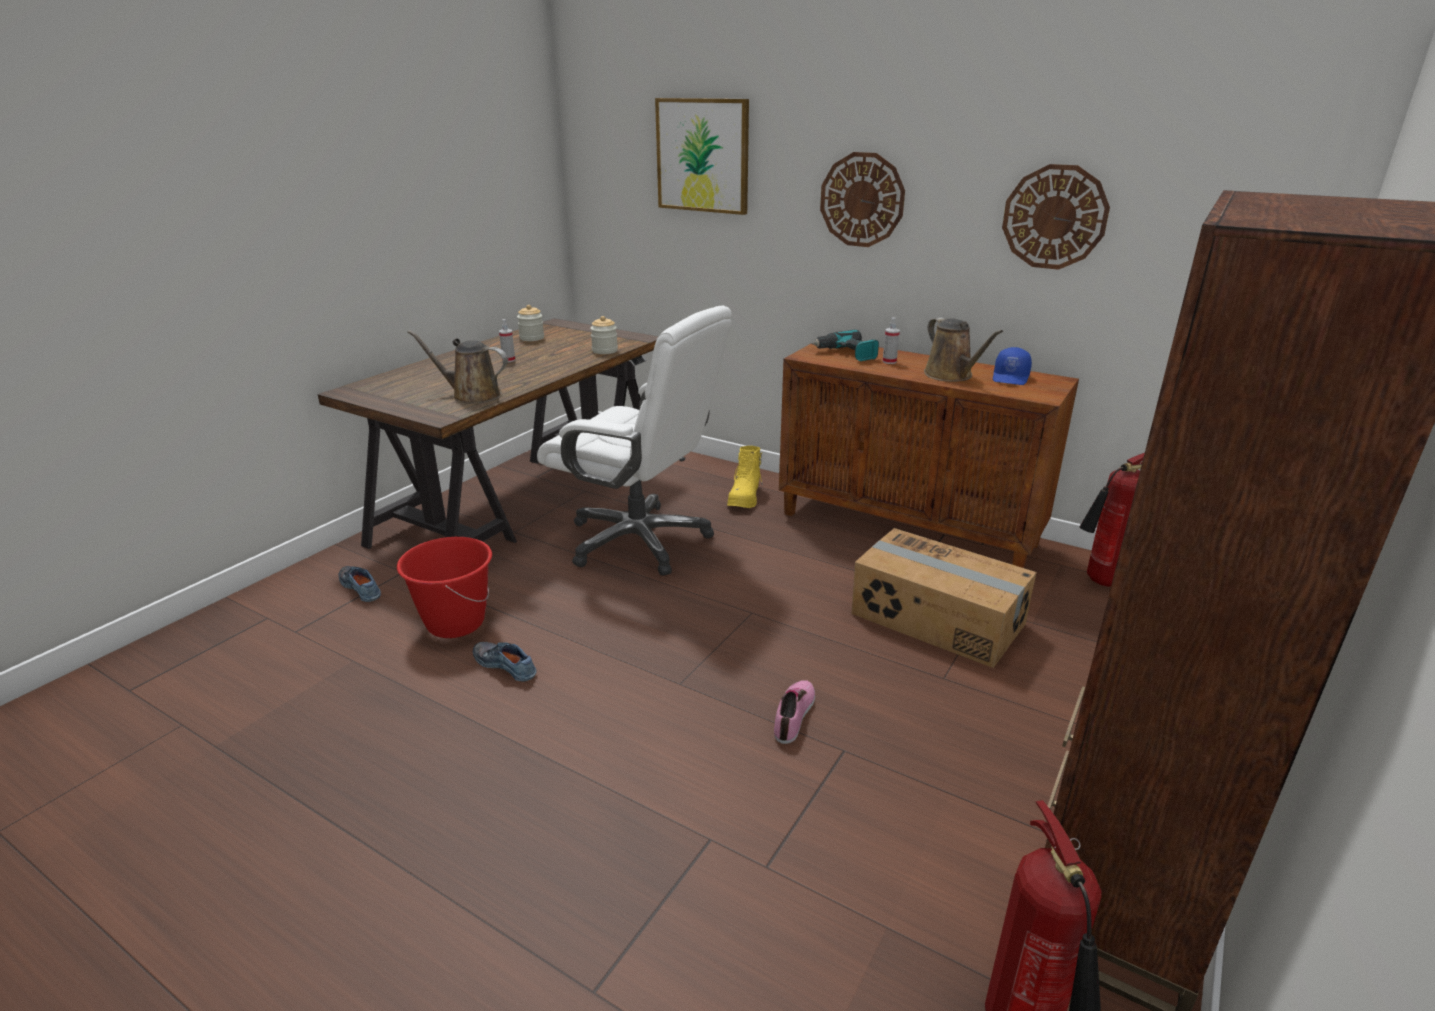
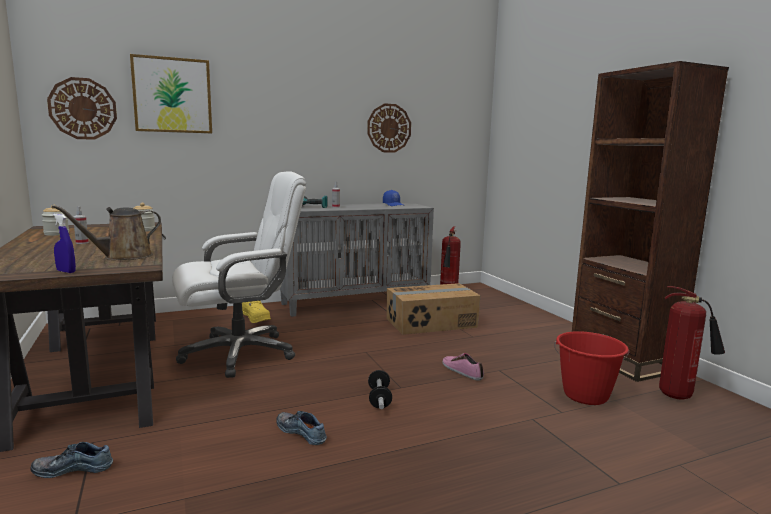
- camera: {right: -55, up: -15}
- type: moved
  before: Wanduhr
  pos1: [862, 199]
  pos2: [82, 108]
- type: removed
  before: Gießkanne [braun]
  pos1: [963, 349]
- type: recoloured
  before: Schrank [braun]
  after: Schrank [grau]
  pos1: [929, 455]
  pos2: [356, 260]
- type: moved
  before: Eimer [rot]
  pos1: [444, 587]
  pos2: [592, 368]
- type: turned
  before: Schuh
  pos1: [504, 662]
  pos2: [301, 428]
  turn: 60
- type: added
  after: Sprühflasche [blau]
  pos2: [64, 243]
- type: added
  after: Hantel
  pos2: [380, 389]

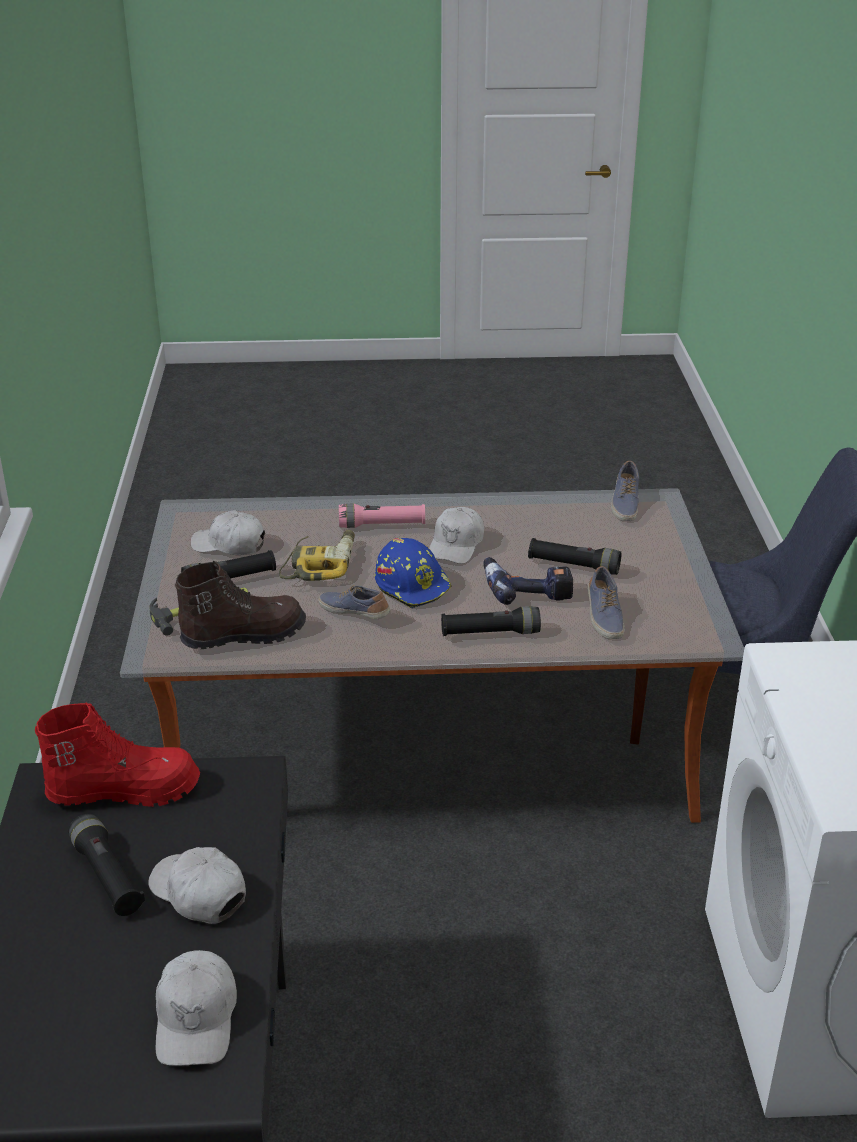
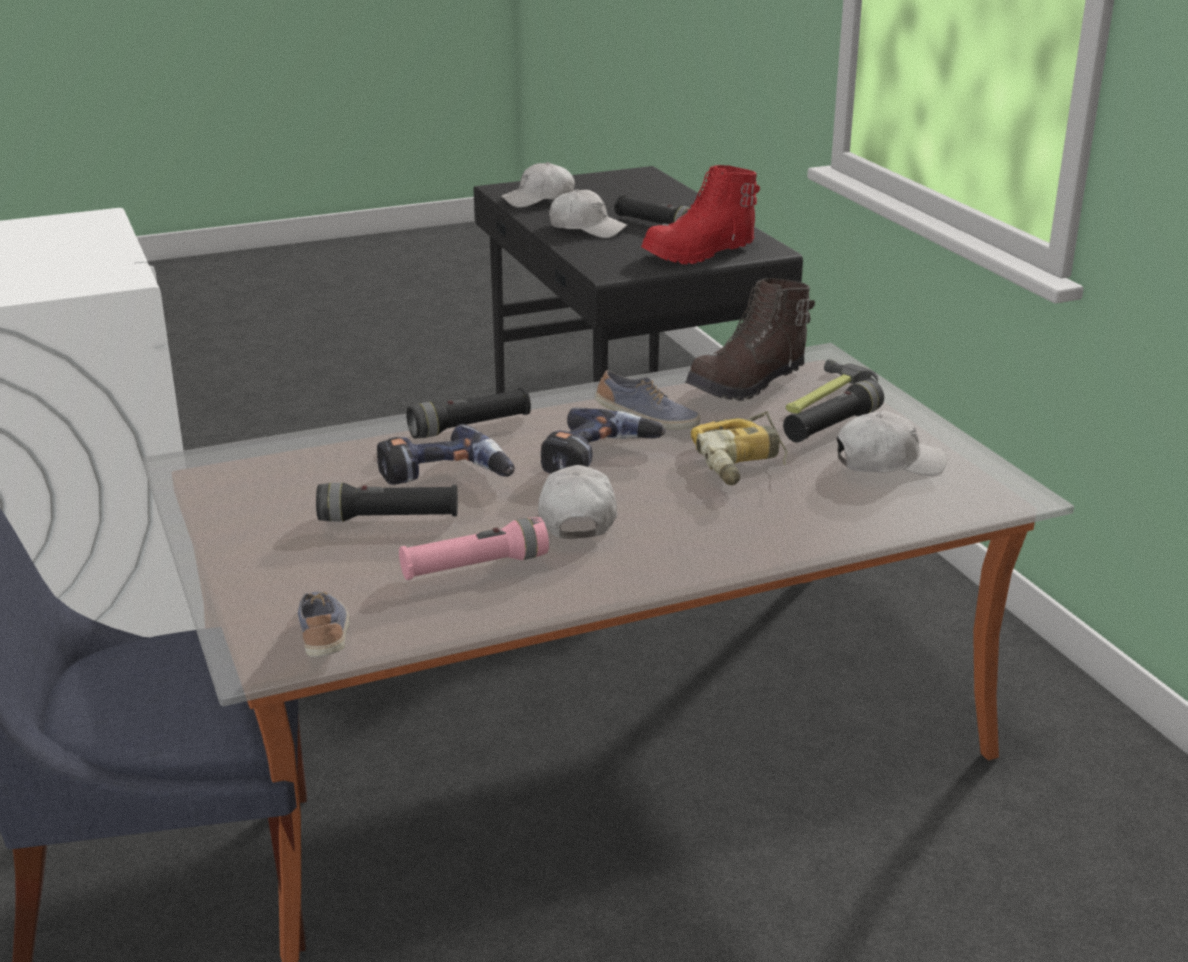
- camera: {right: 160, up: -5}
- type: moved
  before: Taschenlampe [rosa]
  pos1: [382, 516]
  pos2: [474, 548]
- type: replaced
  before: Schutzhelm [blau]
  after: Bohrmaschine
  pos1: [413, 573]
  pos2: [603, 441]
- type: removed
  before: Schuh
  pos1: [606, 602]
- type: turned
  before: Kappe [weiß]
  pos1: [196, 1008]
  pos2: [538, 185]
  turn: -90

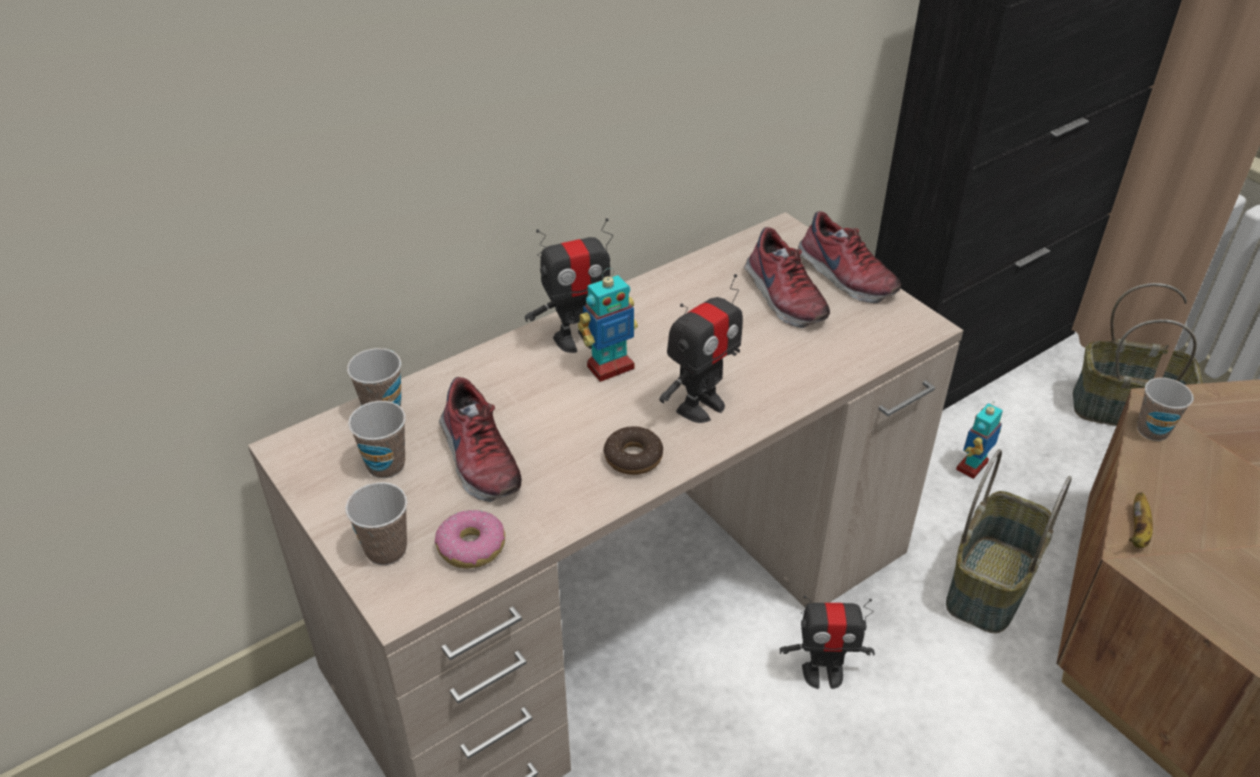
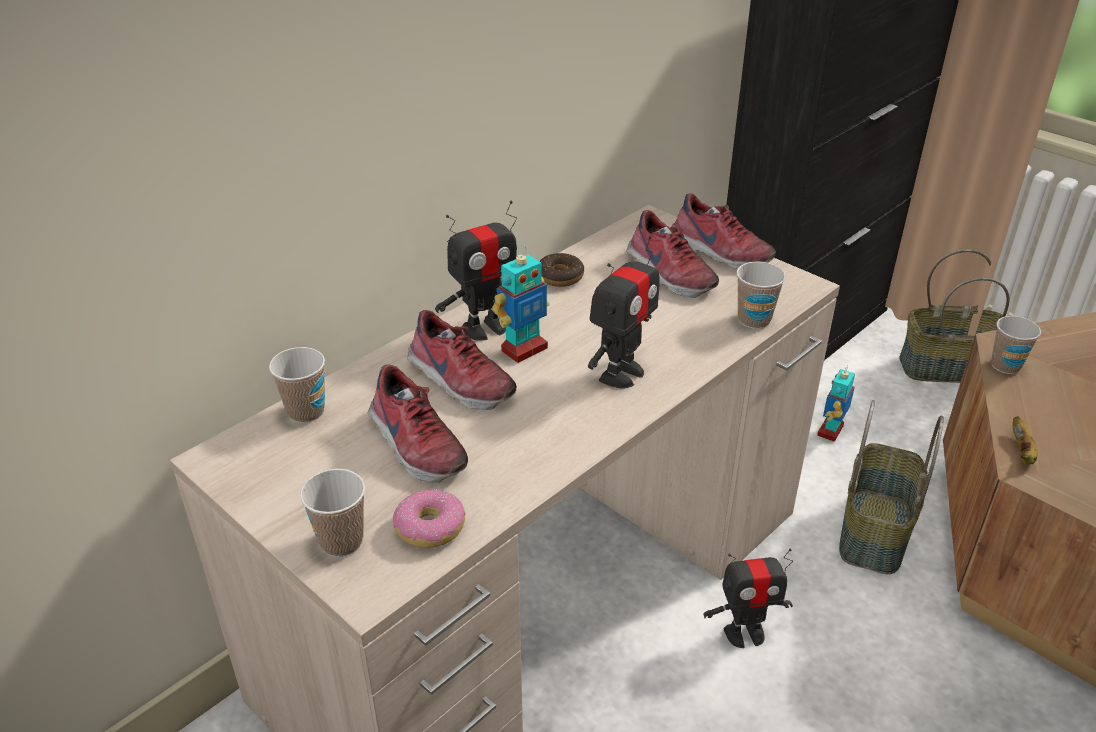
- camera: {right: -10, up: -5}
- type: moved
  before: Tasse
  pos1: [377, 439]
  pos2: [761, 295]
- type: moved
  before: Donut
  pos1: [633, 450]
  pos2: [562, 270]
- type: added
  after: Schuh
  pos2: [462, 360]

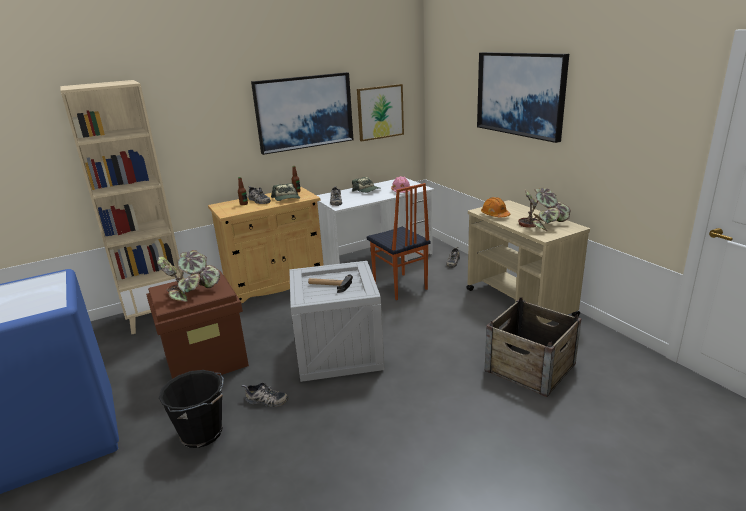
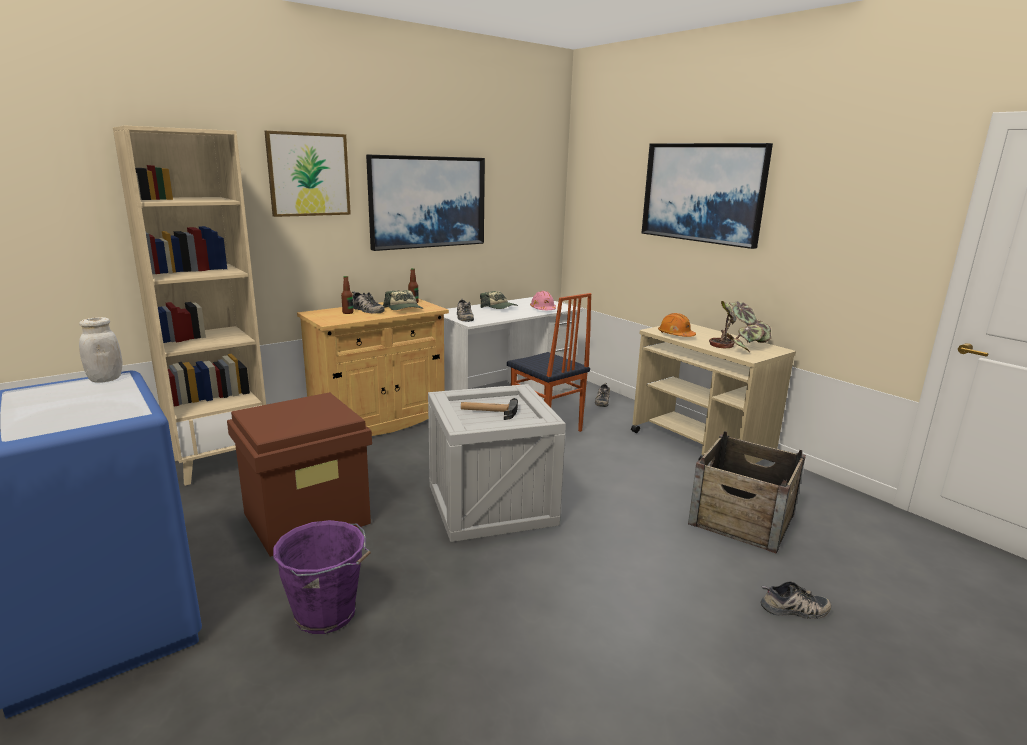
- camera: {right: -10, up: -5}
- type: moved
  before: Bild
  pos1: [380, 113]
  pos2: [308, 174]
- type: removed
  before: Topfpflanze
  pos1: [188, 276]
- type: recoloured
  before: Eimer [schwarz]
  after: Eimer [lila]
  pos1: [191, 409]
  pos2: [322, 577]
- type: moved
  before: Schuh
  pos1: [265, 394]
  pos2: [796, 600]
- type: added
  after: Vorratsglas [weiß]
  pos2: [101, 350]

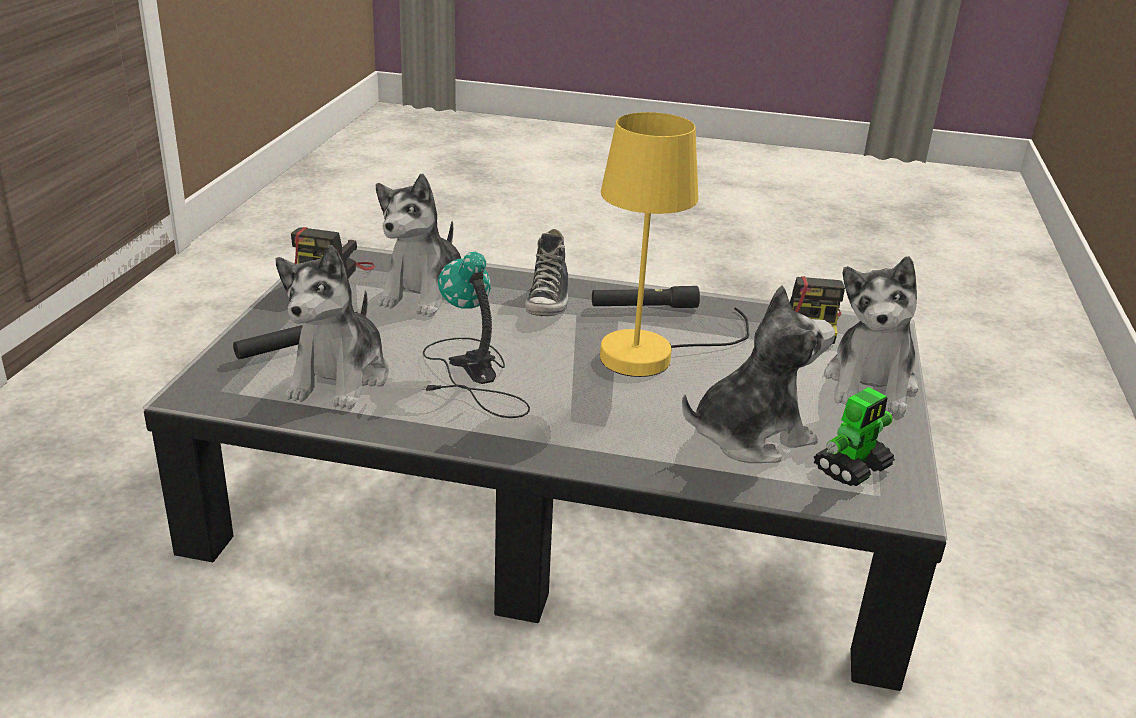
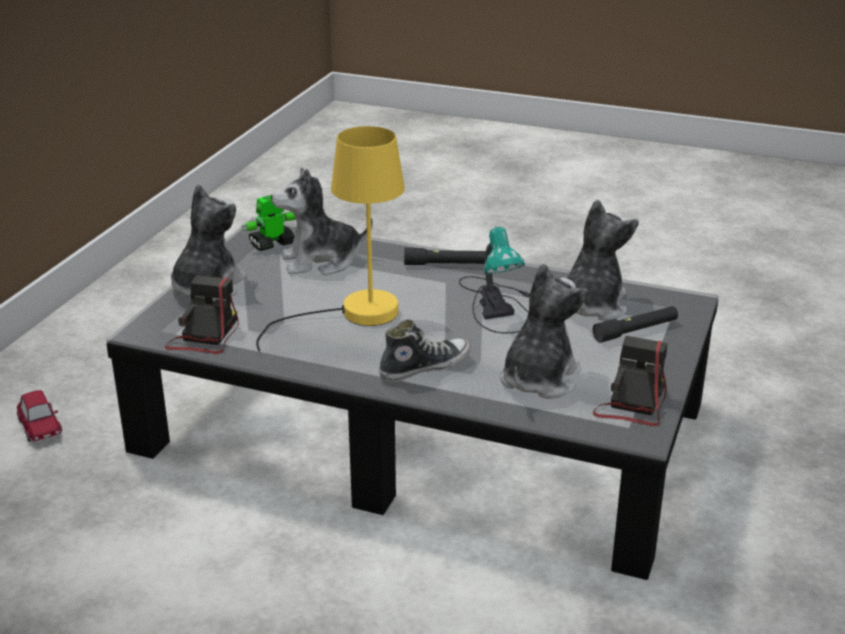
- camera: {right: -170, up: 0}
- type: turned
  before: Schuh
  pos1: [547, 273]
  pos2: [425, 350]
  turn: 45
- type: moved
  before: Taschenlampe [schwarz]
  pos1: [646, 297]
  pos2: [444, 256]
- type: added
  after: Spielzeugauto
  pos2: [39, 416]

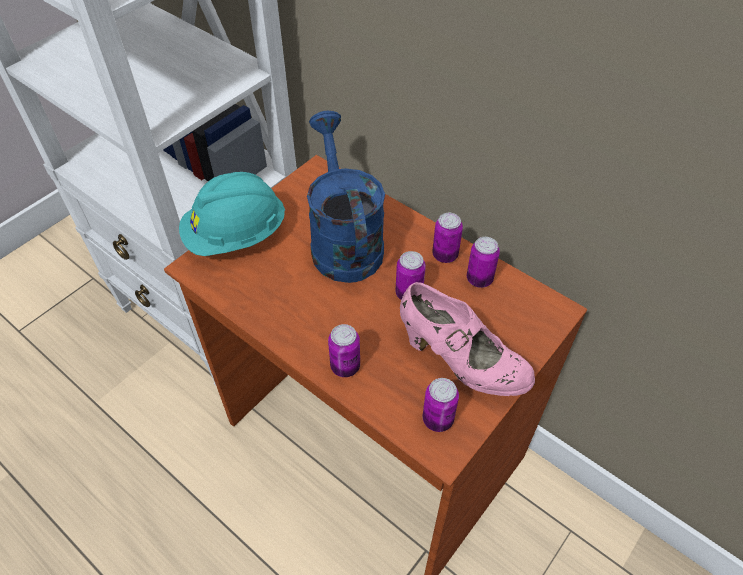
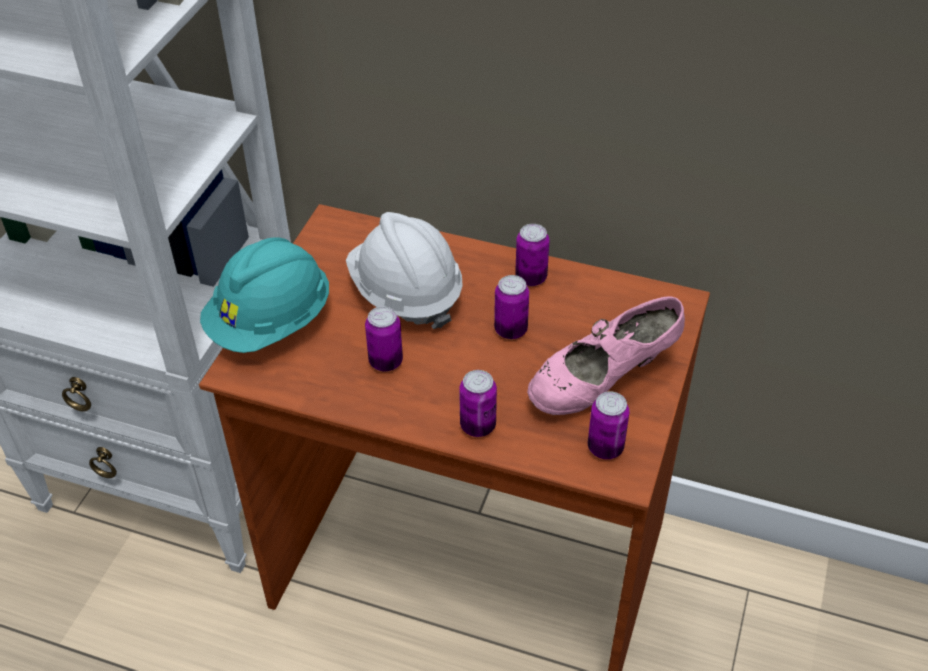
- camera: {right: -20, up: -5}
- type: replaced
  before: Gießkanne [blau]
  after: Schutzhelm [weiß]
  pos1: [346, 197]
  pos2: [404, 270]
- type: moved
  before: Dose
  pos1: [483, 262]
  pos2: [384, 339]
- type: turned
  before: Schuh [rosa]
  pos1: [467, 339]
  pos2: [606, 355]
  turn: 135

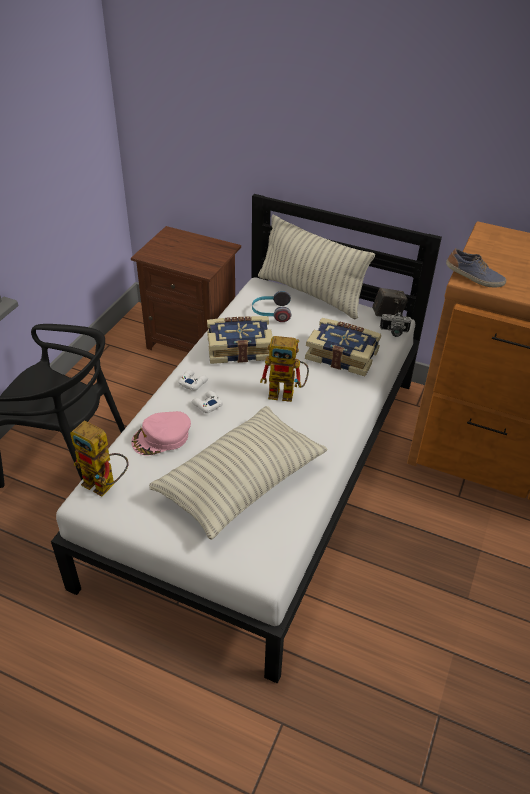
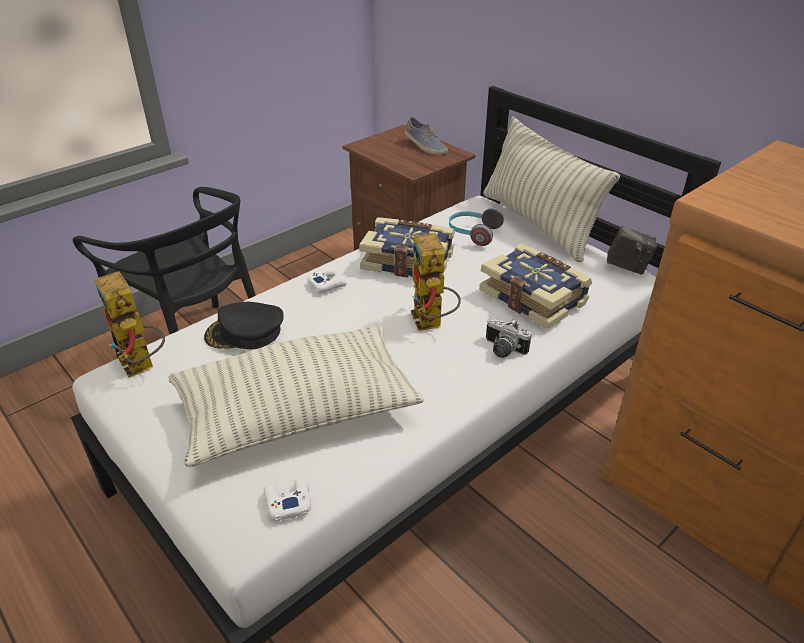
- camera: {right: 25, up: -5}
- type: moved
  before: Schuh
  pos1: [476, 267]
  pos2: [426, 136]
- type: moved
  before: Kamera
  pos1: [395, 324]
  pos2: [509, 338]
- type: turned
  before: Spielzeugroboter
  pos1: [284, 369]
  pos2: [436, 282]
  turn: 45
- type: moved
  before: Gamepad [weiß]
  pos1: [207, 402]
  pos2: [287, 499]
- type: recoloured
  before: Kappe [rosa]
  after: Kappe [schwarz]
  pos1: [161, 433]
  pos2: [244, 326]

